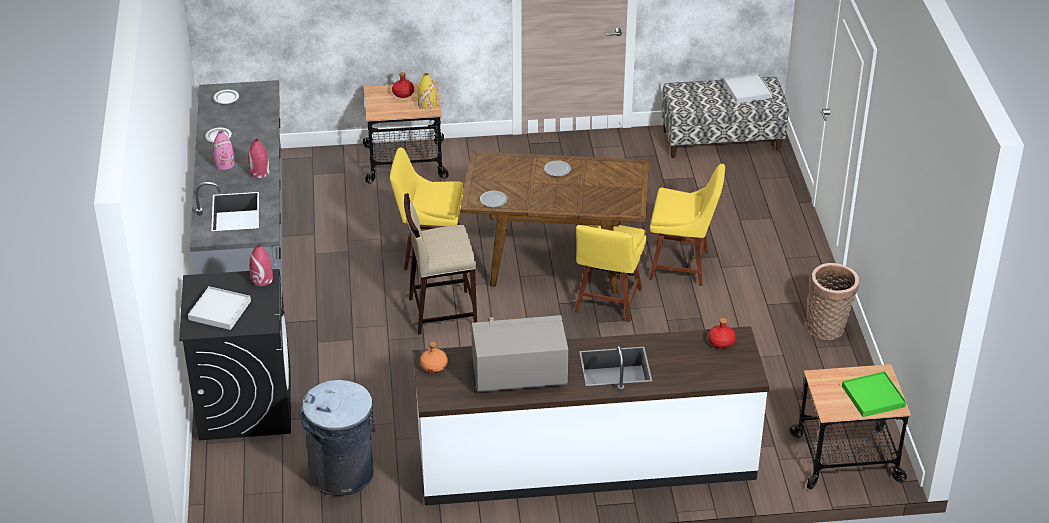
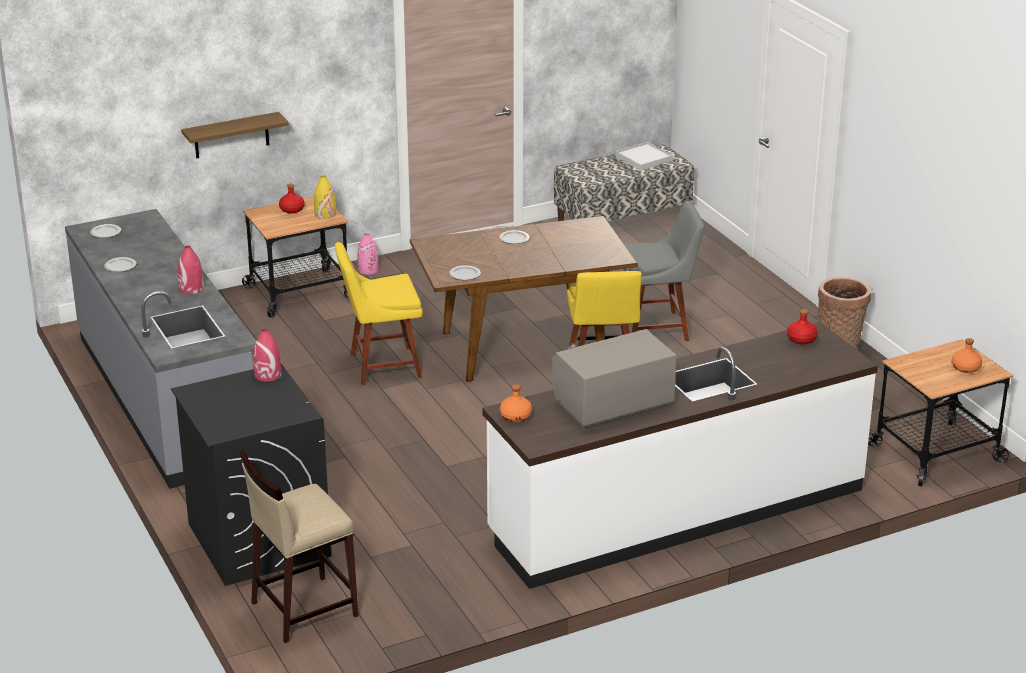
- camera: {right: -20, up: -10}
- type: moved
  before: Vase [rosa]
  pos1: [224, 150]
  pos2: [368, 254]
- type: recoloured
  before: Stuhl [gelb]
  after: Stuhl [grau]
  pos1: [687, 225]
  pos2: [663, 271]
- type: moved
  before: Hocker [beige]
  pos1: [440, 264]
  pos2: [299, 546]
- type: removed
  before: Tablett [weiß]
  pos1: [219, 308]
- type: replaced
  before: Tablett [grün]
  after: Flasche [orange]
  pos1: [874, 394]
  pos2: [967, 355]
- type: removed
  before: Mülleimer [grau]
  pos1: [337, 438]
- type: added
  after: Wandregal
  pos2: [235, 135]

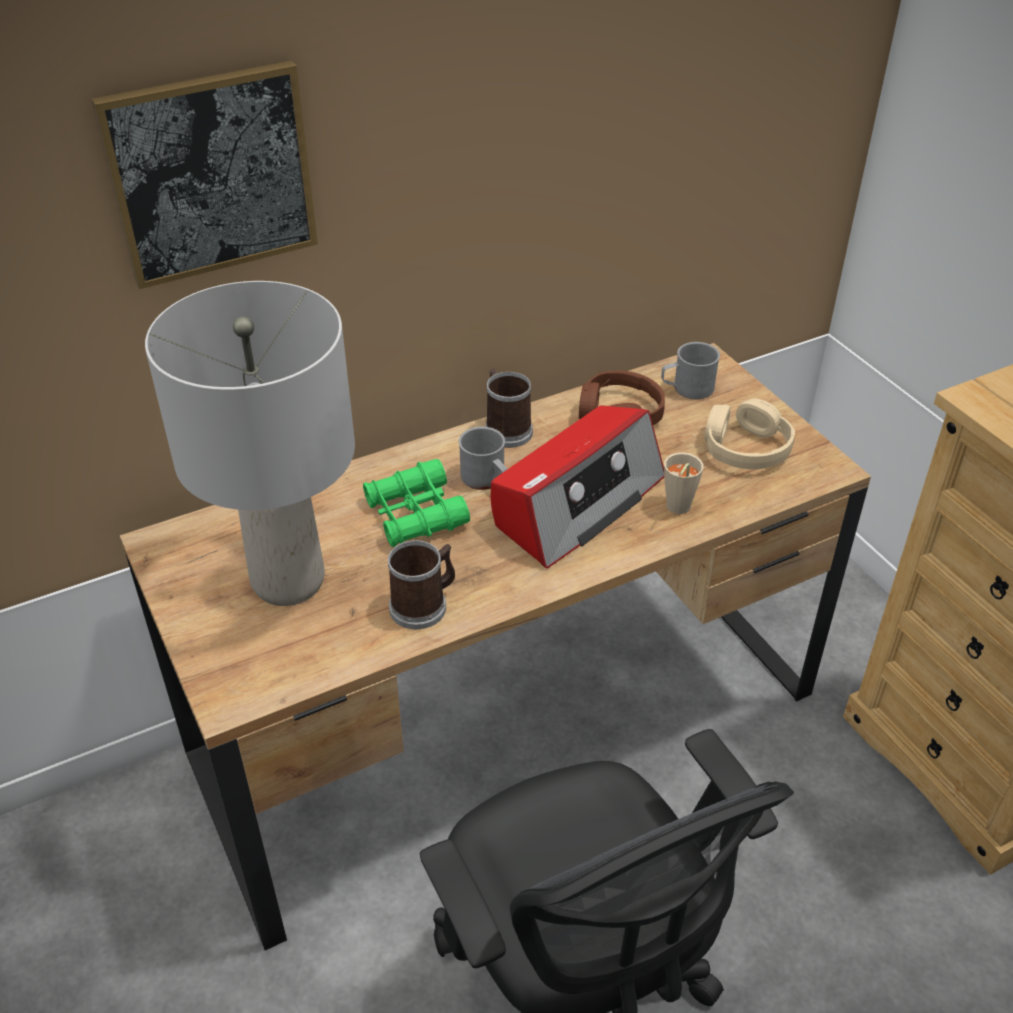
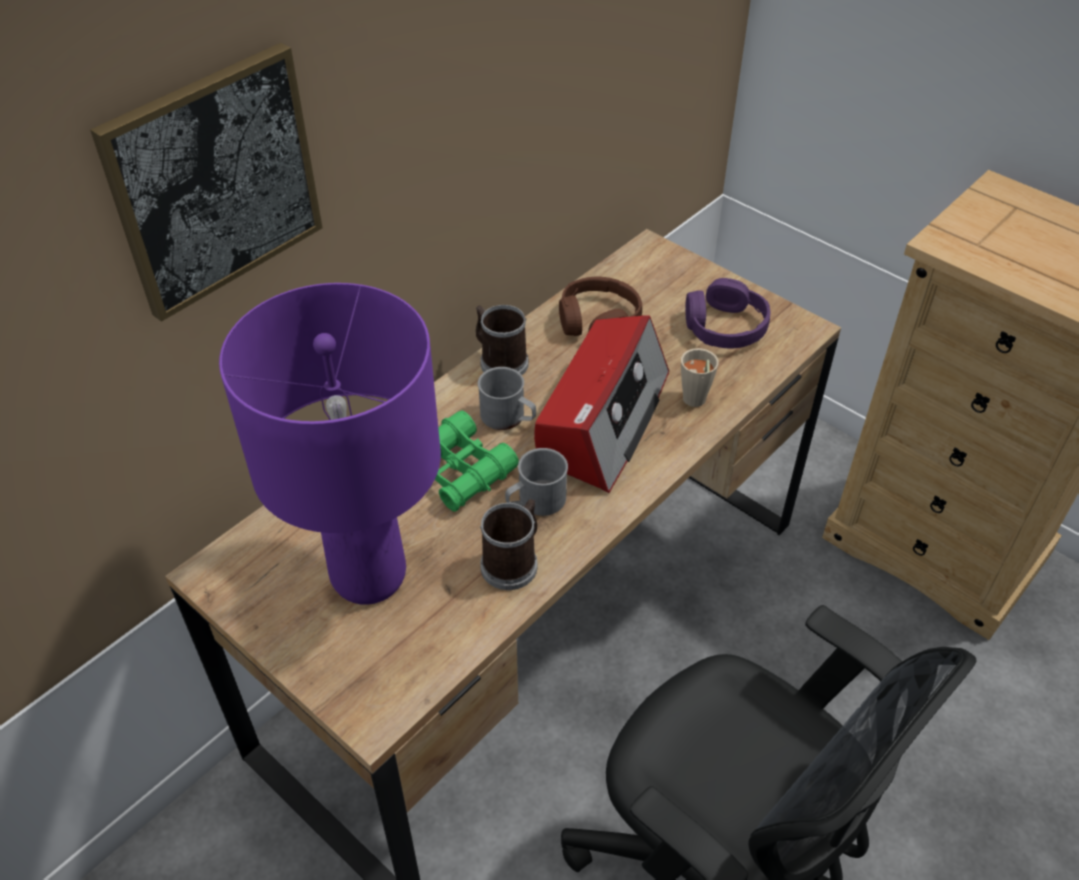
- camera: {right: -20, up: 5}
- type: recoloured
  before: Tischlampe [grau]
  after: Tischlampe [lila]
  pos1: [250, 443]
  pos2: [330, 444]
- type: moved
  before: Henkelbecher [grau]
  pos1: [690, 370]
  pos2: [536, 482]
- type: recoloured
  before: Kopfhörer [beige]
  after: Kopfhörer [lila]
  pos1: [749, 433]
  pos2: [728, 313]

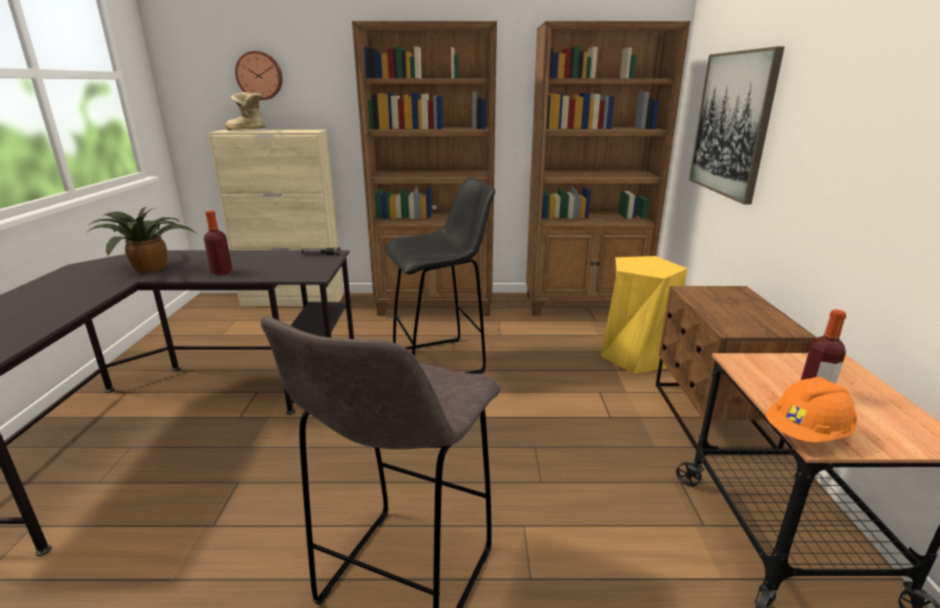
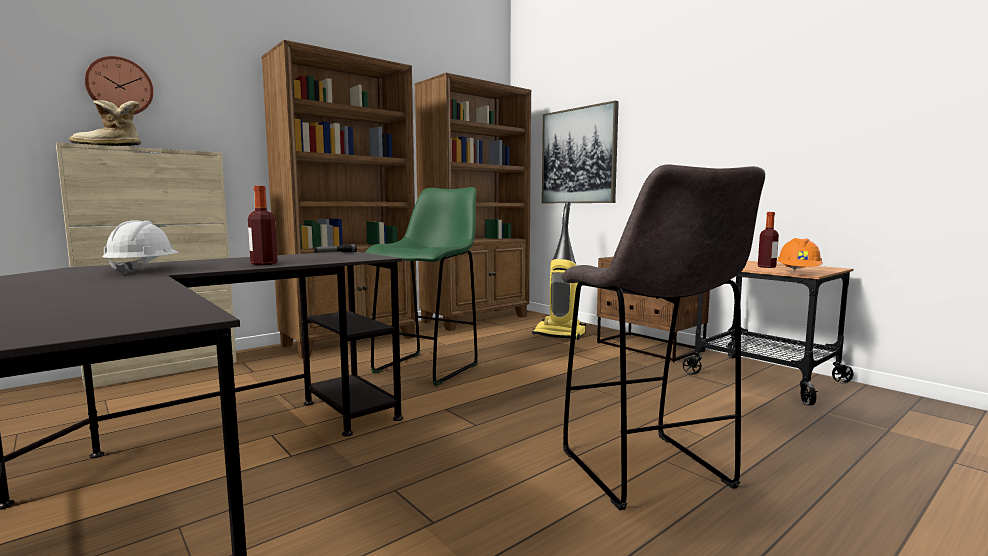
- camera: {right: -40, up: -15}
- type: recoloured
  before: Hocker [schwarz]
  after: Hocker [grün]
  pos1: [440, 276]
  pos2: [421, 286]
- type: replaced
  before: Topfpflanze
  after: Schutzhelm [weiß]
  pos1: [141, 240]
  pos2: [141, 247]
- type: replaced
  before: Hocker [gelb]
  after: Staubsauger
  pos1: [644, 315]
  pos2: [559, 270]

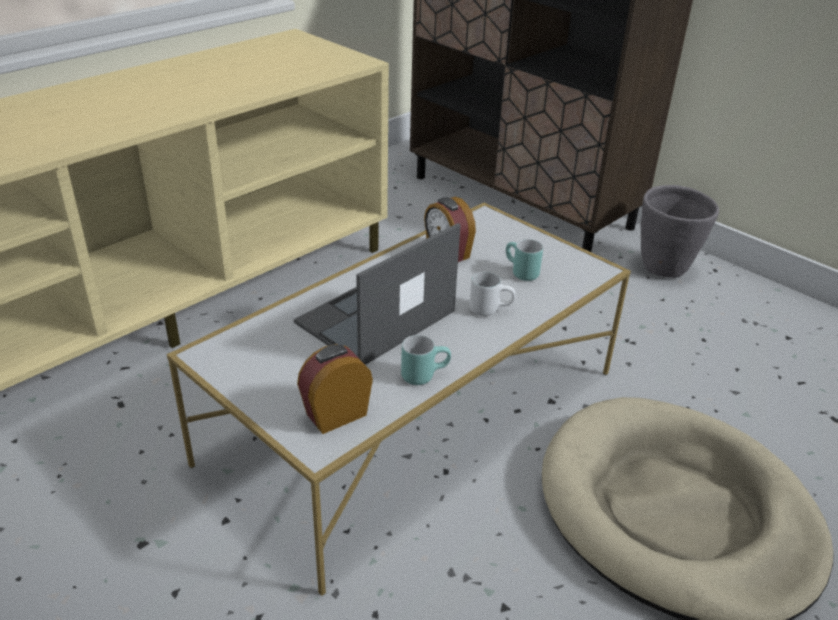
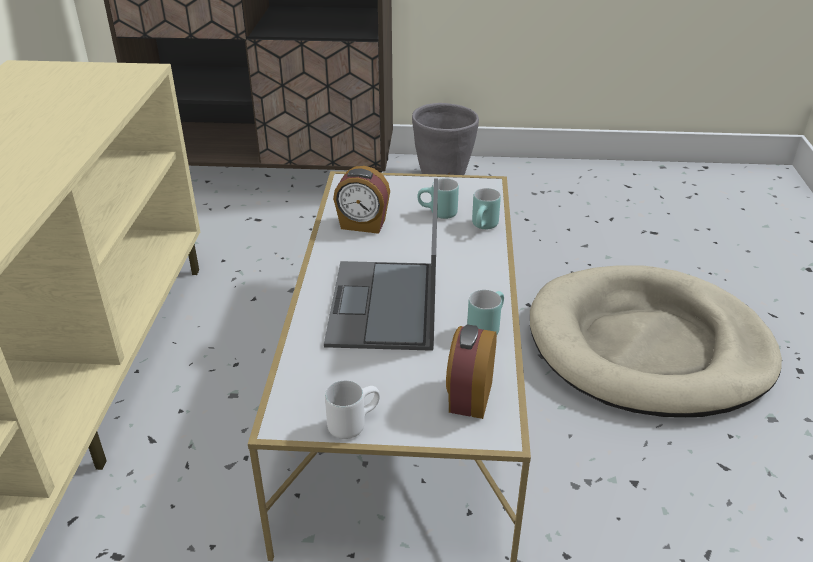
- camera: {right: -40, up: 0}
- type: moved
  before: Henkelbecher [weiß]
  pos1: [492, 294]
  pos2: [352, 409]
- type: added
  after: Henkelbecher [türkis]
  pos2: [486, 208]

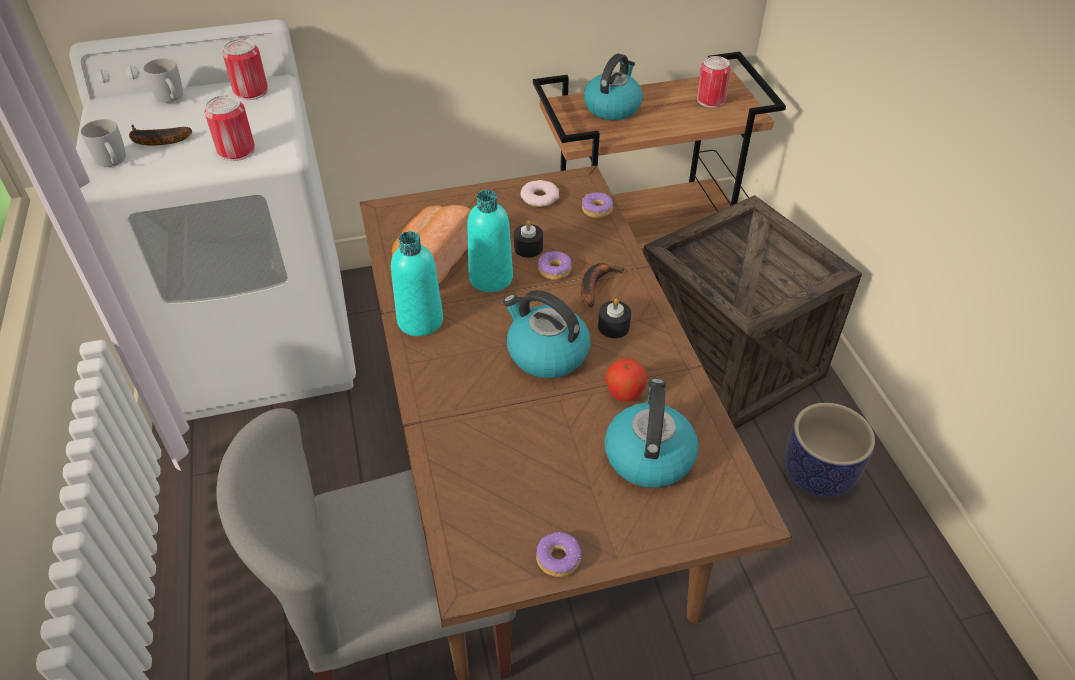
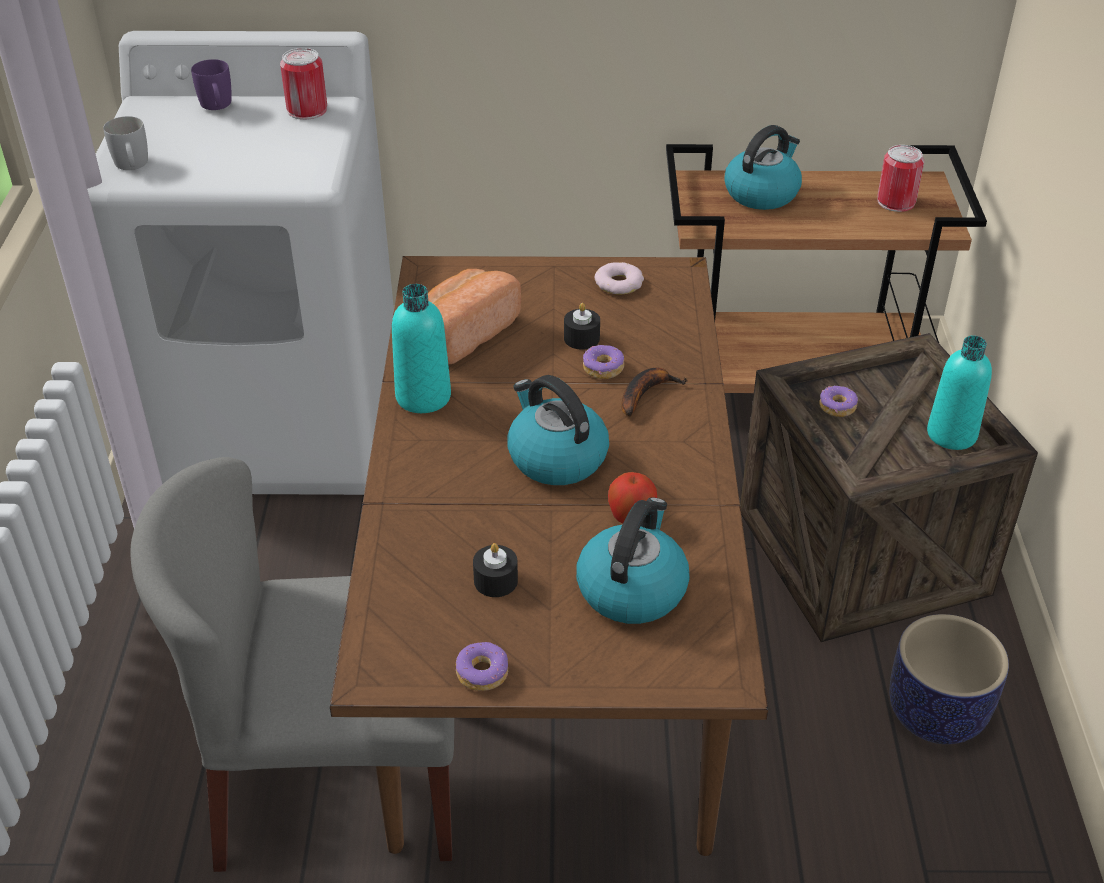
- camera: {right: 15, up: -5}
- type: recoloured
  before: Henkelbecher [weiß]
  after: Henkelbecher [lila]
  pos1: [163, 80]
  pos2: [211, 84]
- type: removed
  before: Dose
  pos1: [230, 128]
- type: removed
  before: Banane
  pos1: [160, 135]
- type: moved
  before: Flasche [türkis]
  pos1: [490, 241]
  pos2: [959, 393]
- type: moved
  before: Donut
  pos1: [597, 205]
  pos2: [838, 401]
- type: moved
  before: Kerze [schwarz]
  pos1: [614, 318]
  pos2: [495, 570]

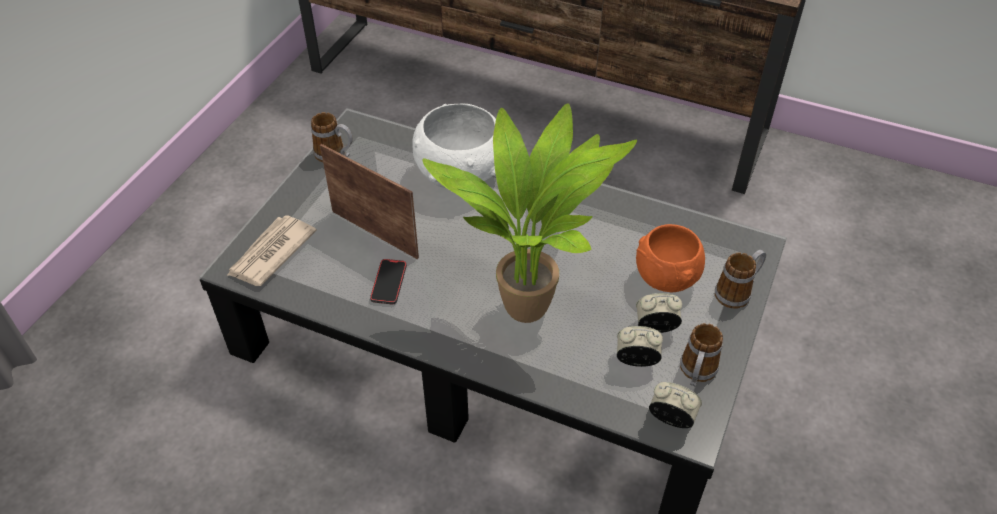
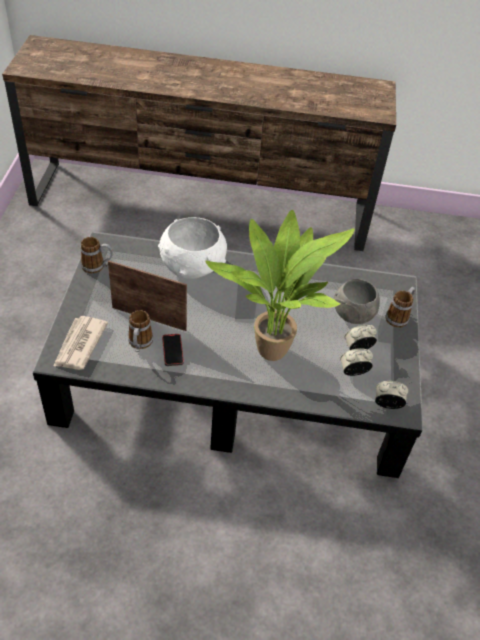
- camera: {right: -20, up: 0}
- type: recoloured
  before: Schüssel [orange]
  after: Schüssel [grau]
  pos1: [670, 258]
  pos2: [357, 301]
- type: moved
  before: Henkelbecher
  pos1: [701, 354]
  pos2: [140, 331]

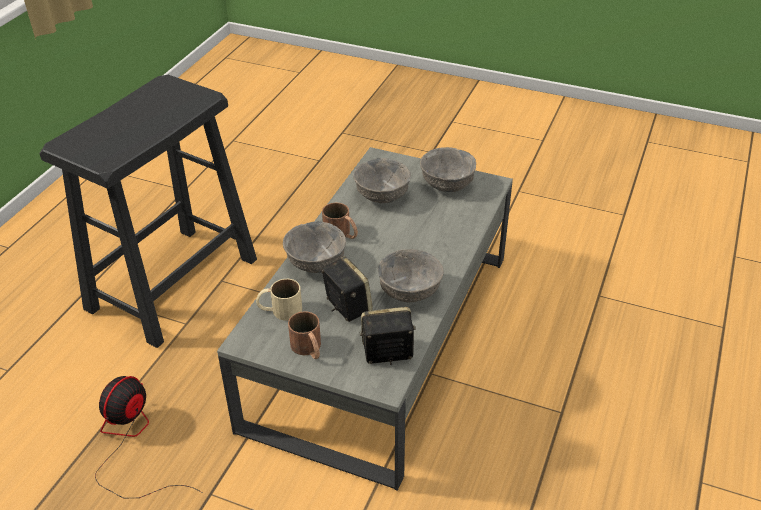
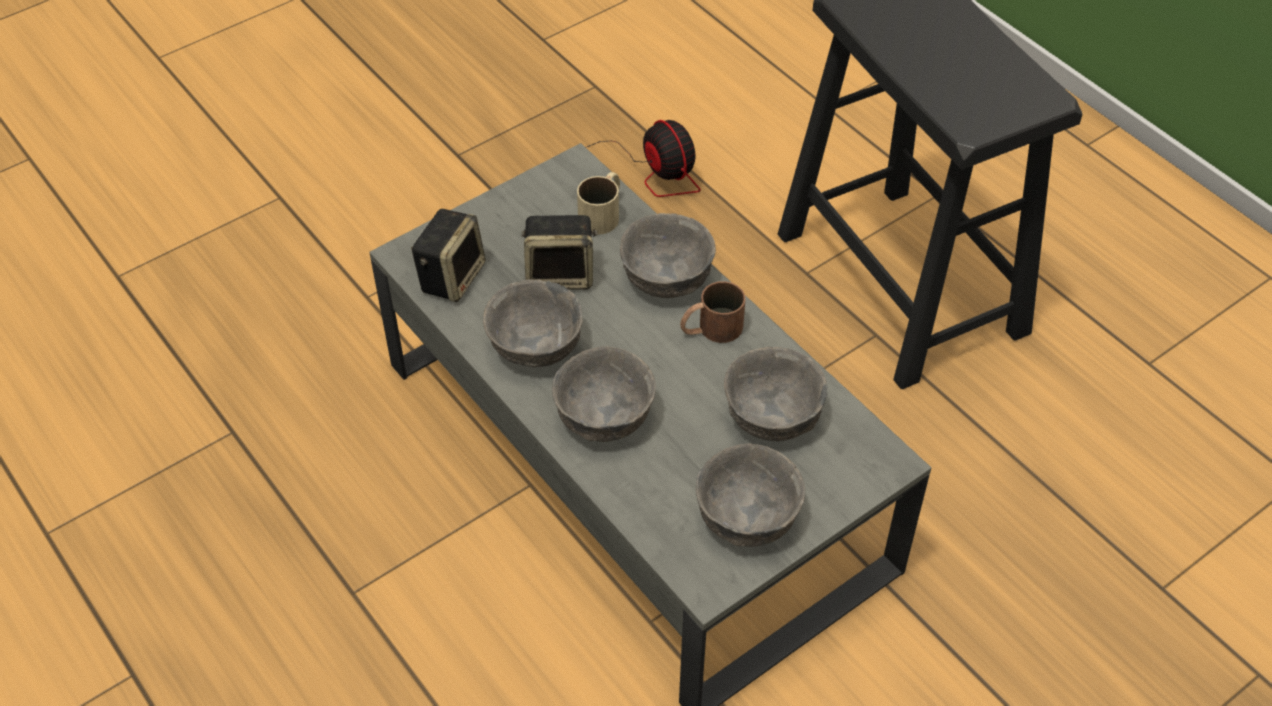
- camera: {right: 120, up: 10}
- type: removed
  before: Henkelbecher [braun]
  pos1: [304, 335]
- type: added
  after: Schüssel [grau]
  pos2: [604, 394]

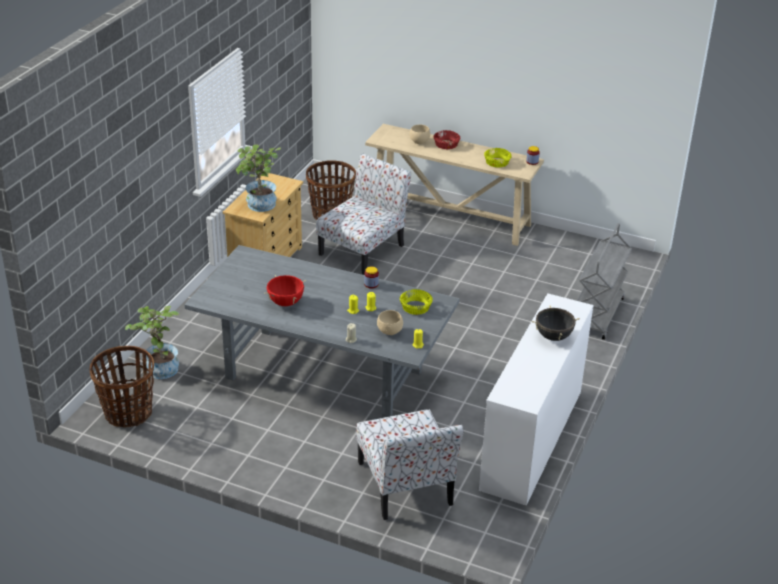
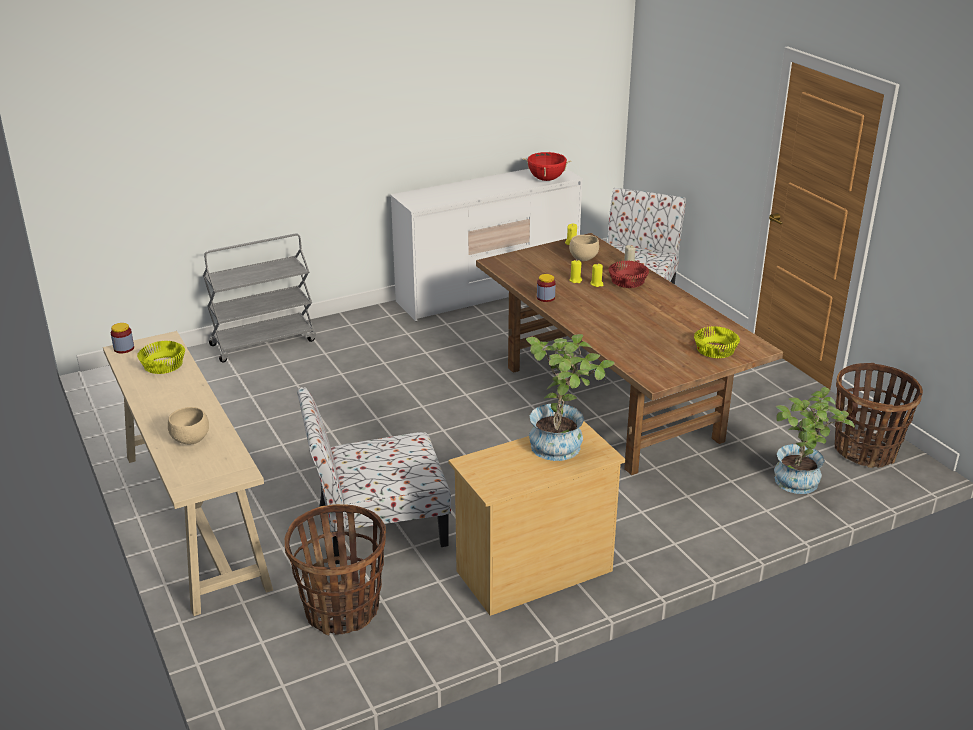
- camera: {right: -140, up: -5}
- type: moved
  before: Schüssel [rot]
  pos1: [446, 139]
  pos2: [628, 274]
- type: recoloured
  before: Esstisch [grau]
  after: Esstisch [braun]
  pos1: [321, 331]
  pos2: [629, 354]
- type: moved
  before: Kochtopf [rot]
  pos1: [285, 290]
  pos2: [547, 166]
- type: moved
  before: Schüssel [gelb]
  pos1: [416, 302]
  pos2: [717, 342]
- type: removed
  before: Kochtopf [schwarz]
  pos1: [556, 323]

